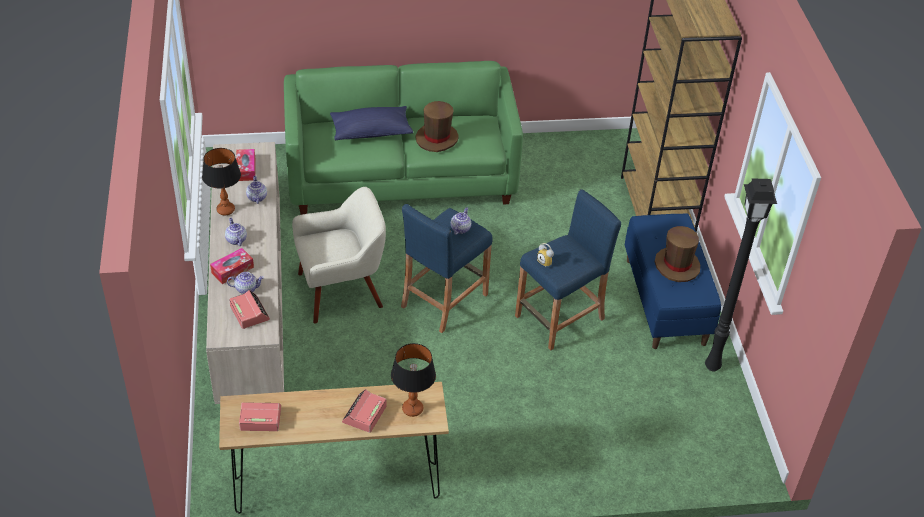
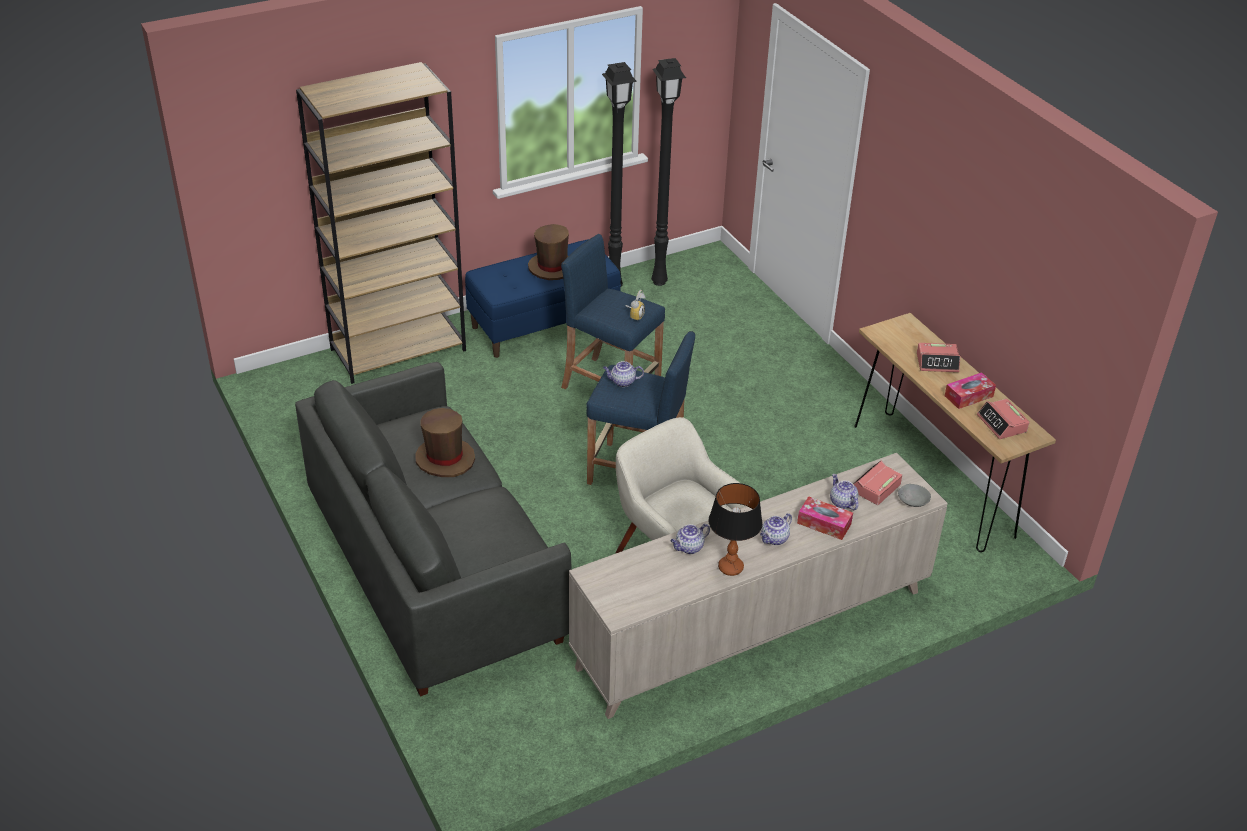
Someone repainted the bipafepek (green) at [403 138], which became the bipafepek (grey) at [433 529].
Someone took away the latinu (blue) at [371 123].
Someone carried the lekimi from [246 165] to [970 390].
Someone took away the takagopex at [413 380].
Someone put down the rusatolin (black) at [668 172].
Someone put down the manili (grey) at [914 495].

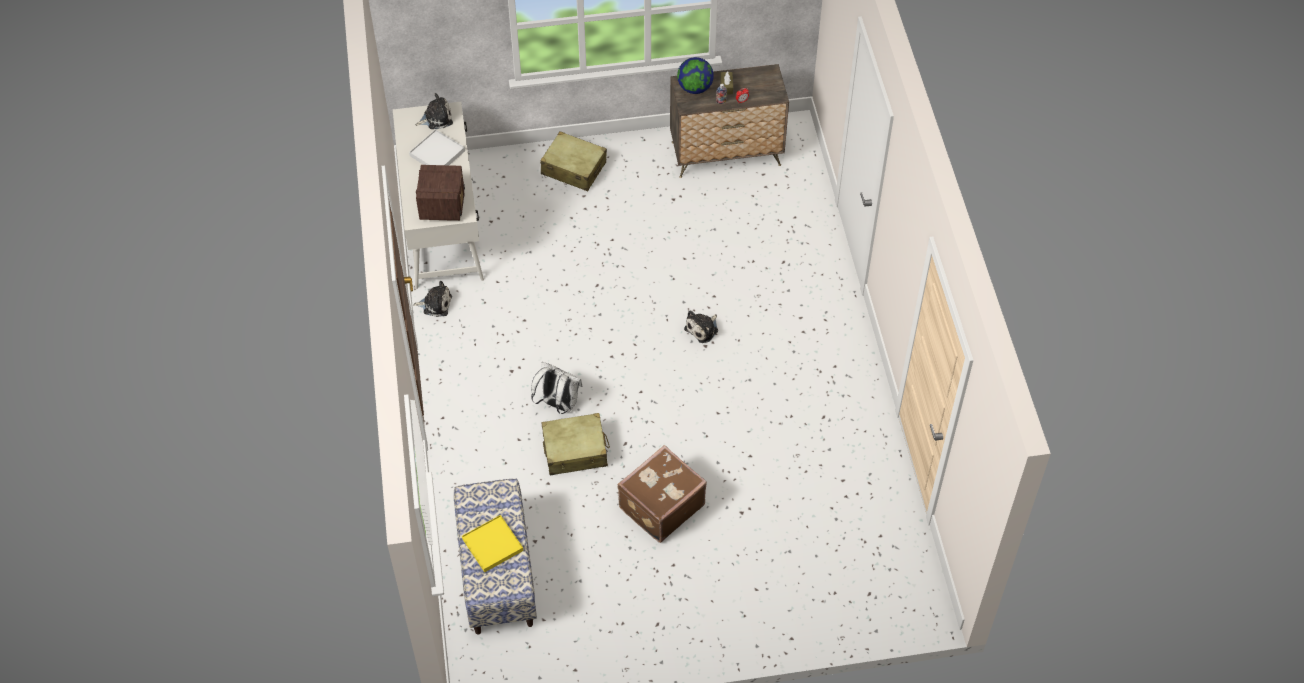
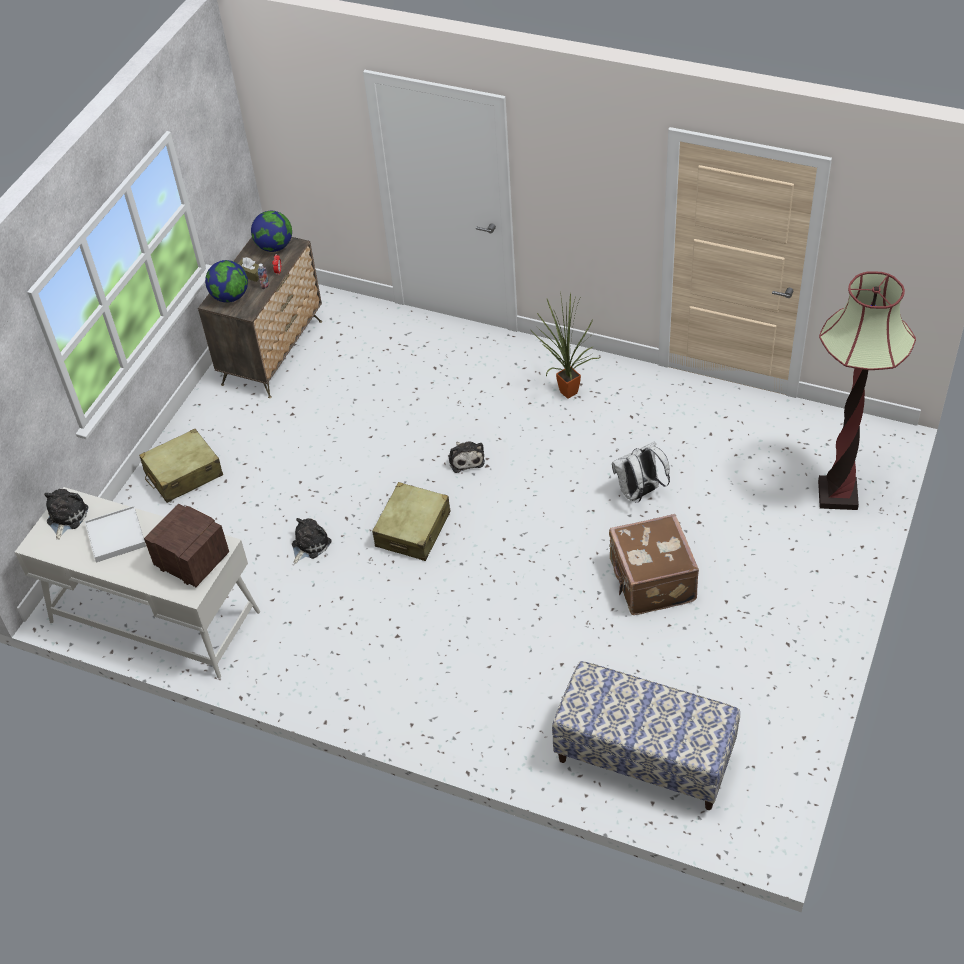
Someone carried the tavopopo from [432 299] to [312 541].
Someone carried the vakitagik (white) from [556 388] to [641 471].
Someone carried the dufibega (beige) from [575 444] to [411 521].
Someone took away the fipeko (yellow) at [492 543].
Someone put down the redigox at [271 231].
Someone put down the rusatolin at [867 390].
Someone put down the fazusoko at [565 345].

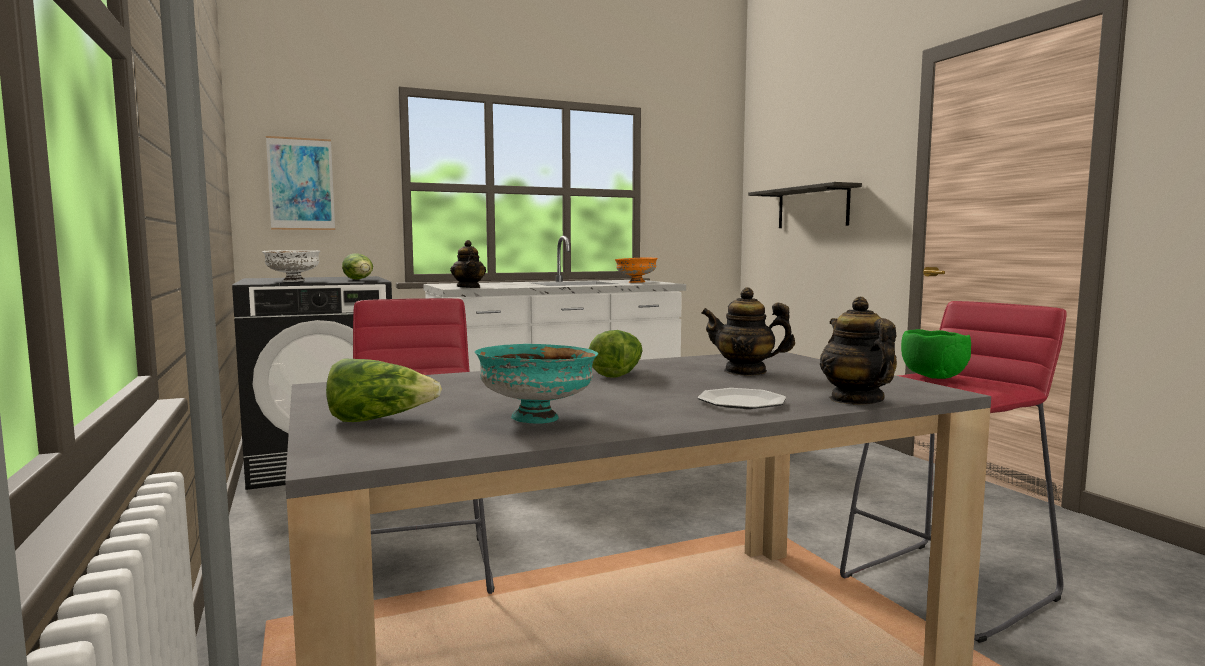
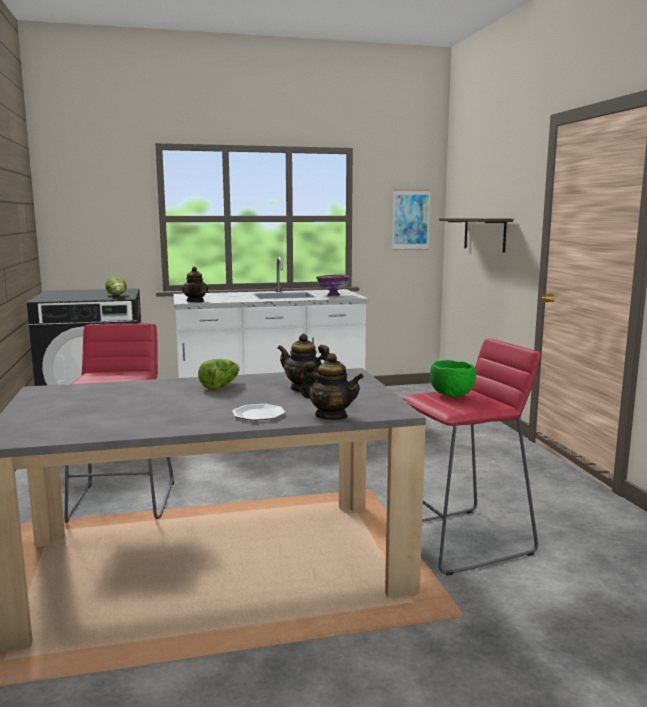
Someone carried the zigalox from [300 183] to [411 219].
Someone took away the manili (white) at [291 266].
Someone repainted the manili (orange) at [636 270], which became the manili (purple) at [333 285].
Someone rotated the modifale at [858 351] by 120 degrees clockwise.
Someone took away the manili (turquoise) at [536 384].
Someone took away the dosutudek at [384 390].

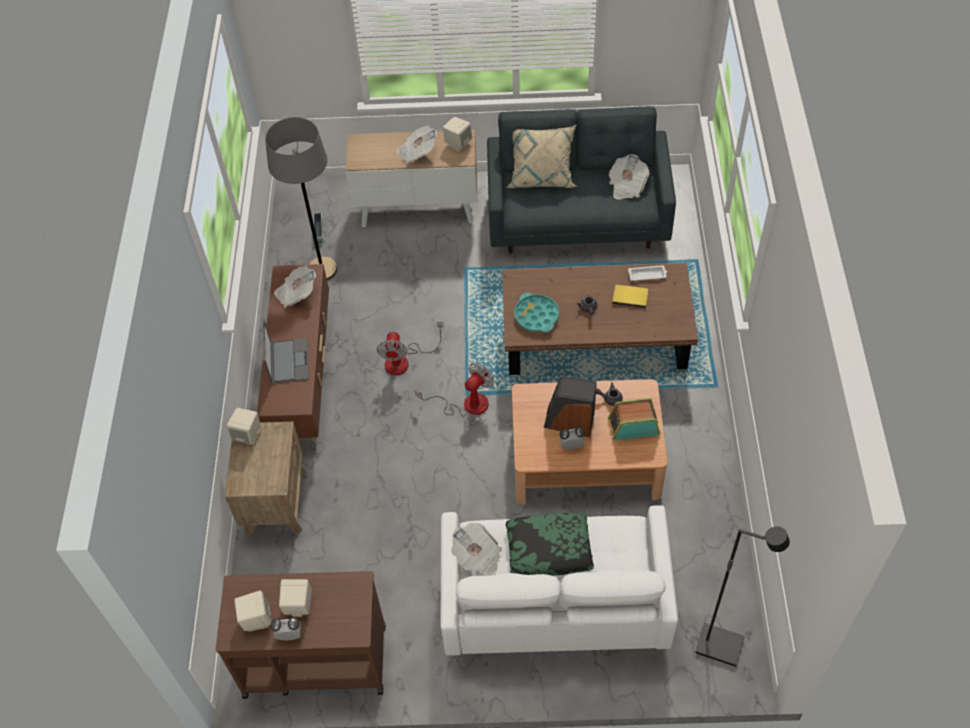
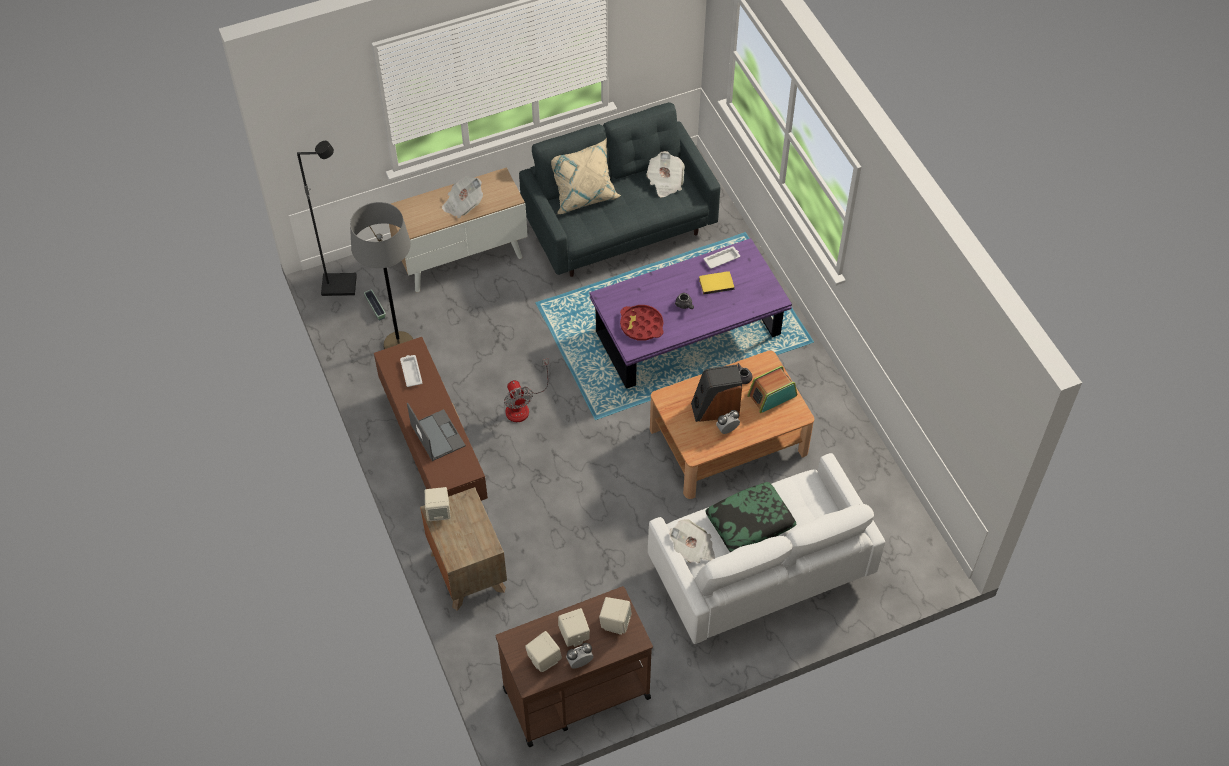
Someone carried the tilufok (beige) from [457 134] to [615 616].
Someone repainted the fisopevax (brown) at [600 319], which became the fisopevax (purple) at [691 313].
Someone swapped the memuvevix at [295 286] for the fipeko (white) at [411 371].
Someone repainted the fipeko (turquoise) at [536 312], which became the fipeko (red) at [642 322].
Someone took away the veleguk at [454 390].
Someone carried the rusatolin (black) from [742 596] to [327 218].

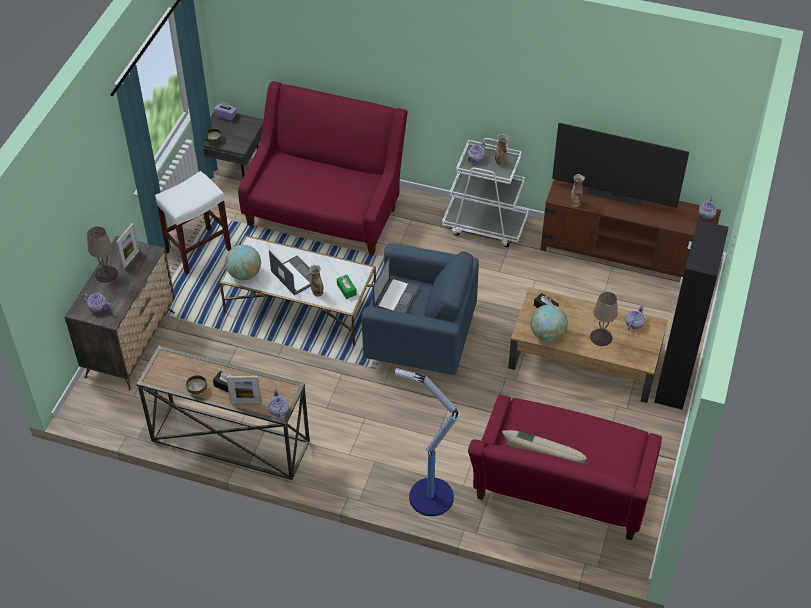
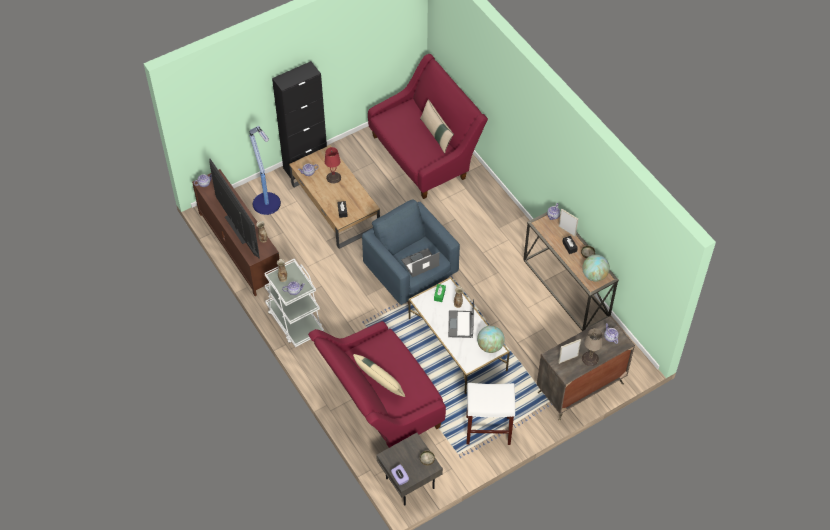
Someone repainted the takagopex (beige) at [603 319], which became the takagopex (red) at [333 165].
Someone carried the redigox from [549 323] to [596 268].
Someone carried the rusatolin from [426 442] to [265 170].
Someone put down the latinu (beige) at [379 375].

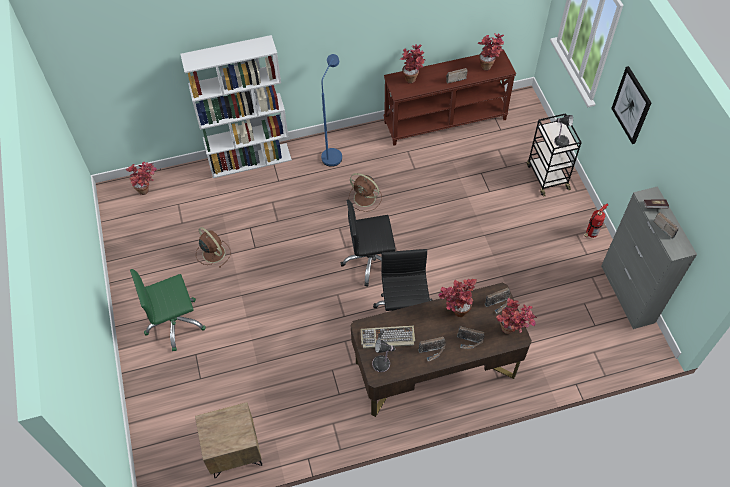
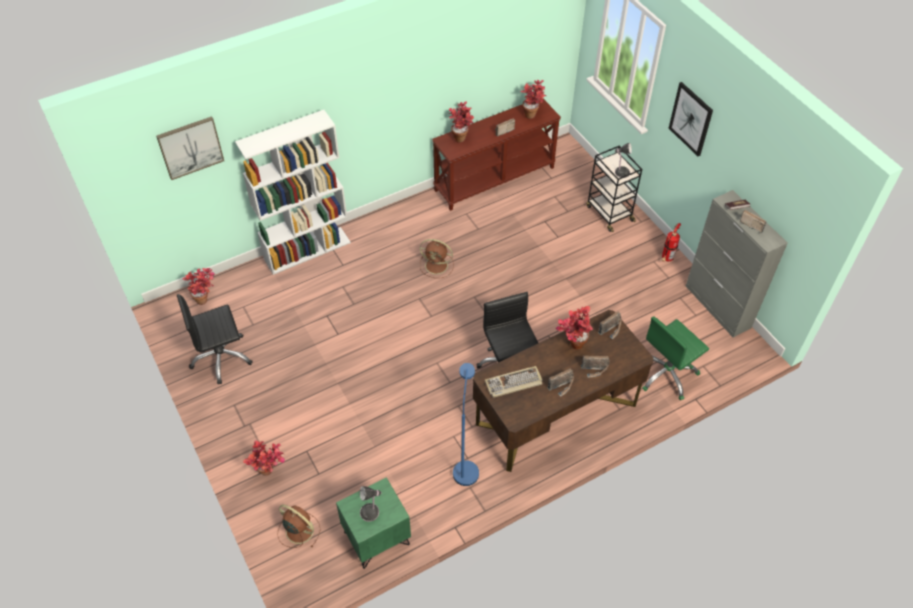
Someone carried the rusatolin (blue) from [331 110] to [466 424].
Someone carried the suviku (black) from [368 243] to [215 339].
Someone carried the veleguk (brown) from [213 247] to [299 526].
Someone carried the suviku (green) from [168 310] to [675 358].
Someone carried the fazusoko from [516 316] to [264 458].
Someone carried the takagopex from [383 355] to [371 504].
Someone repainted the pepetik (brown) at [228 440], which became the pepetik (green) at [373 523].
Someone put up the zigalox at [190 148].

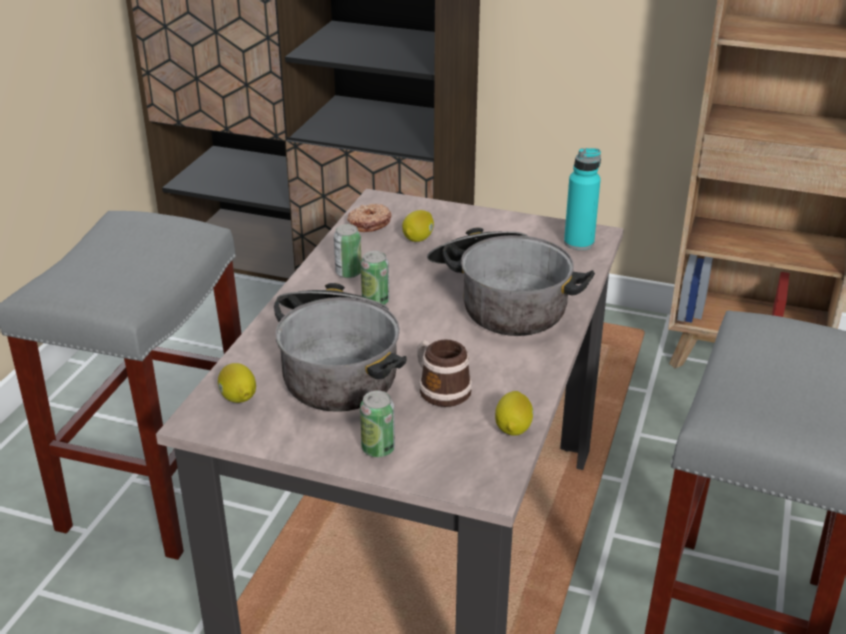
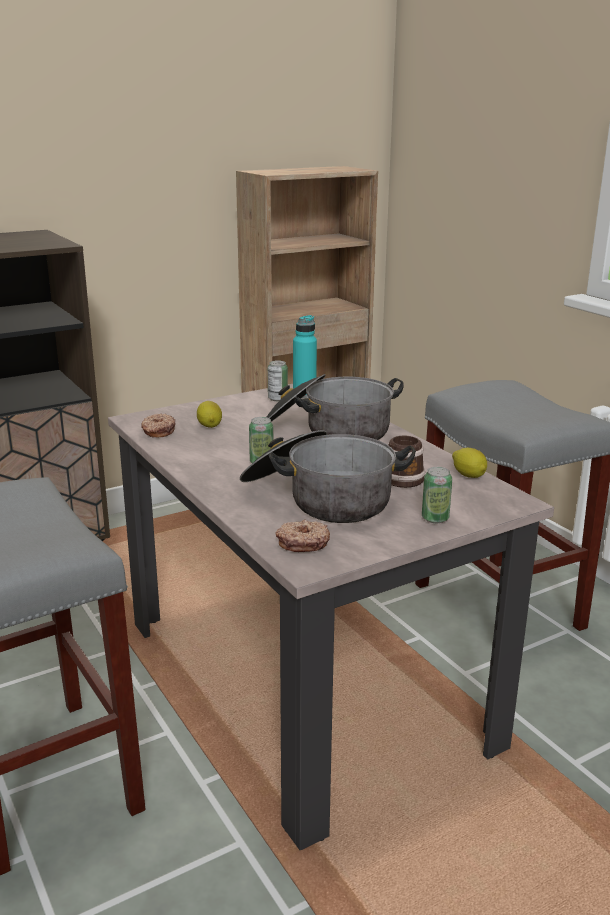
Someone carried the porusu from [347 251] to [278 380].
Someone swapped the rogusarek at [237 383] for the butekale at [302 535].

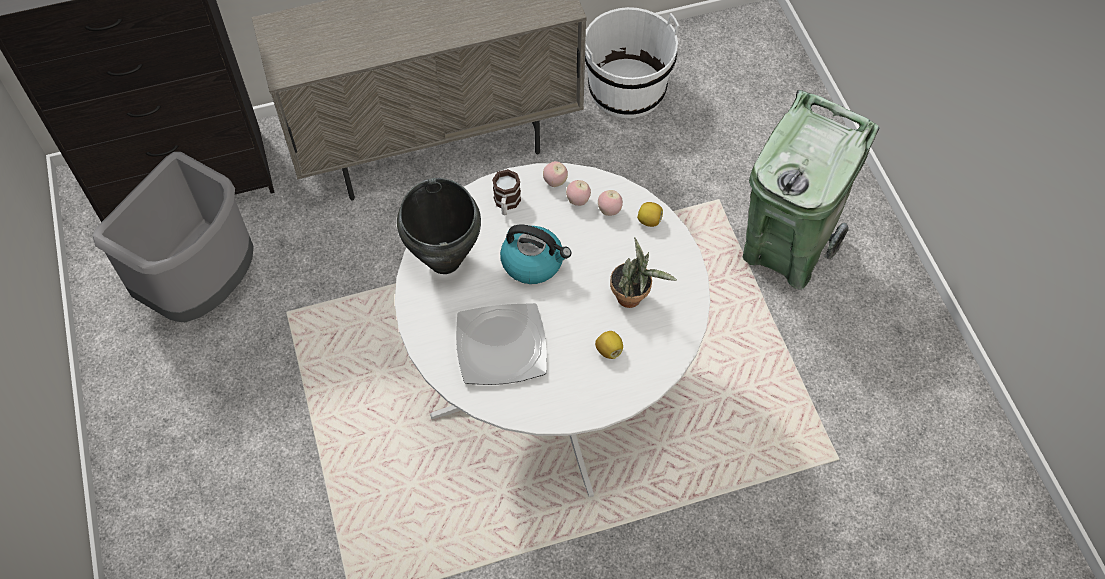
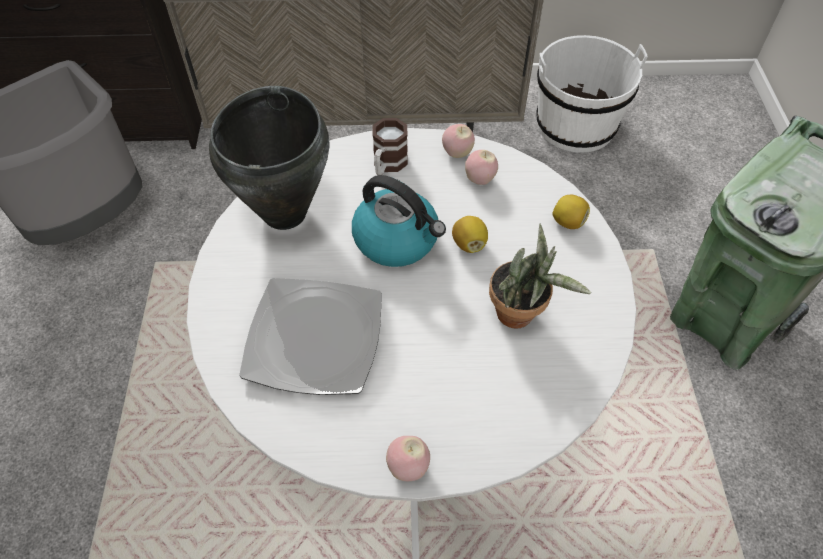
Someone carried the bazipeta from [610 203] to [408 458].
Someone carried the rogusarek from [609 345] to [470 234].

